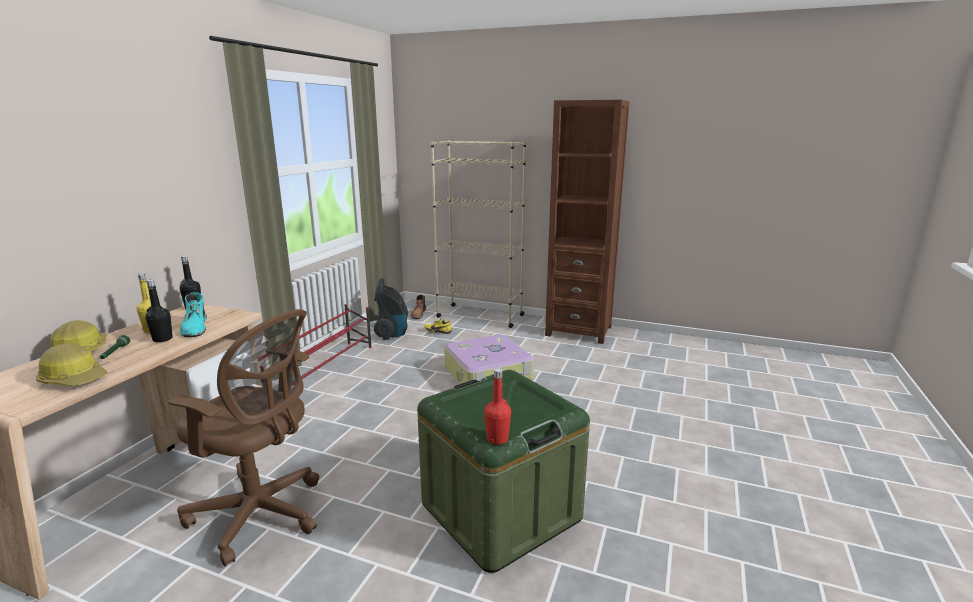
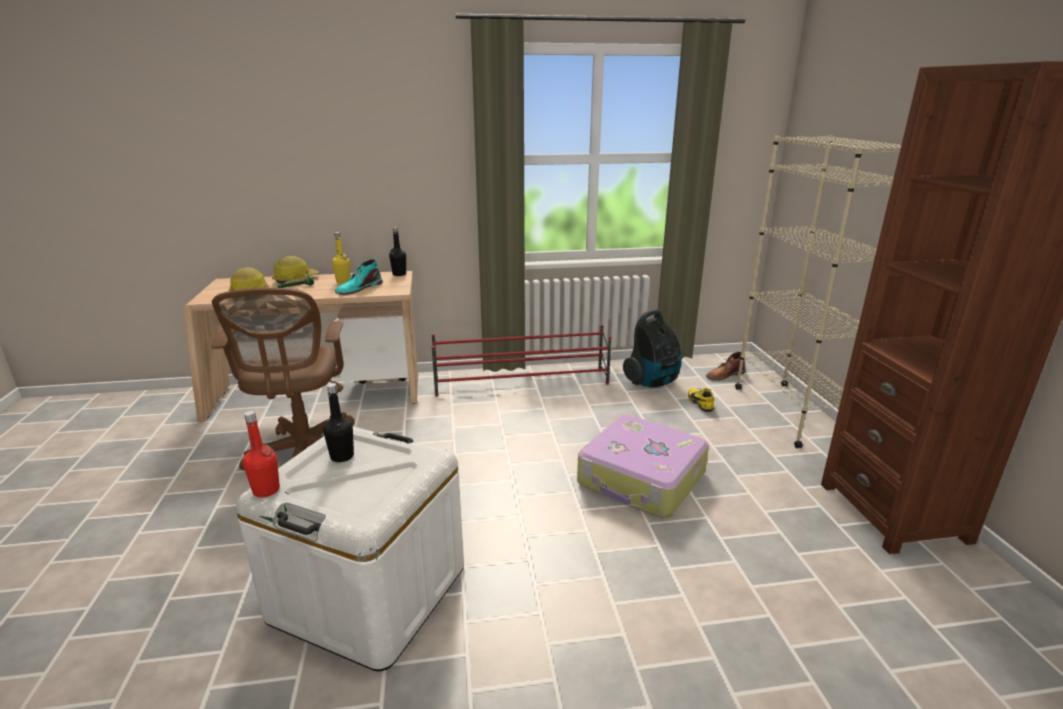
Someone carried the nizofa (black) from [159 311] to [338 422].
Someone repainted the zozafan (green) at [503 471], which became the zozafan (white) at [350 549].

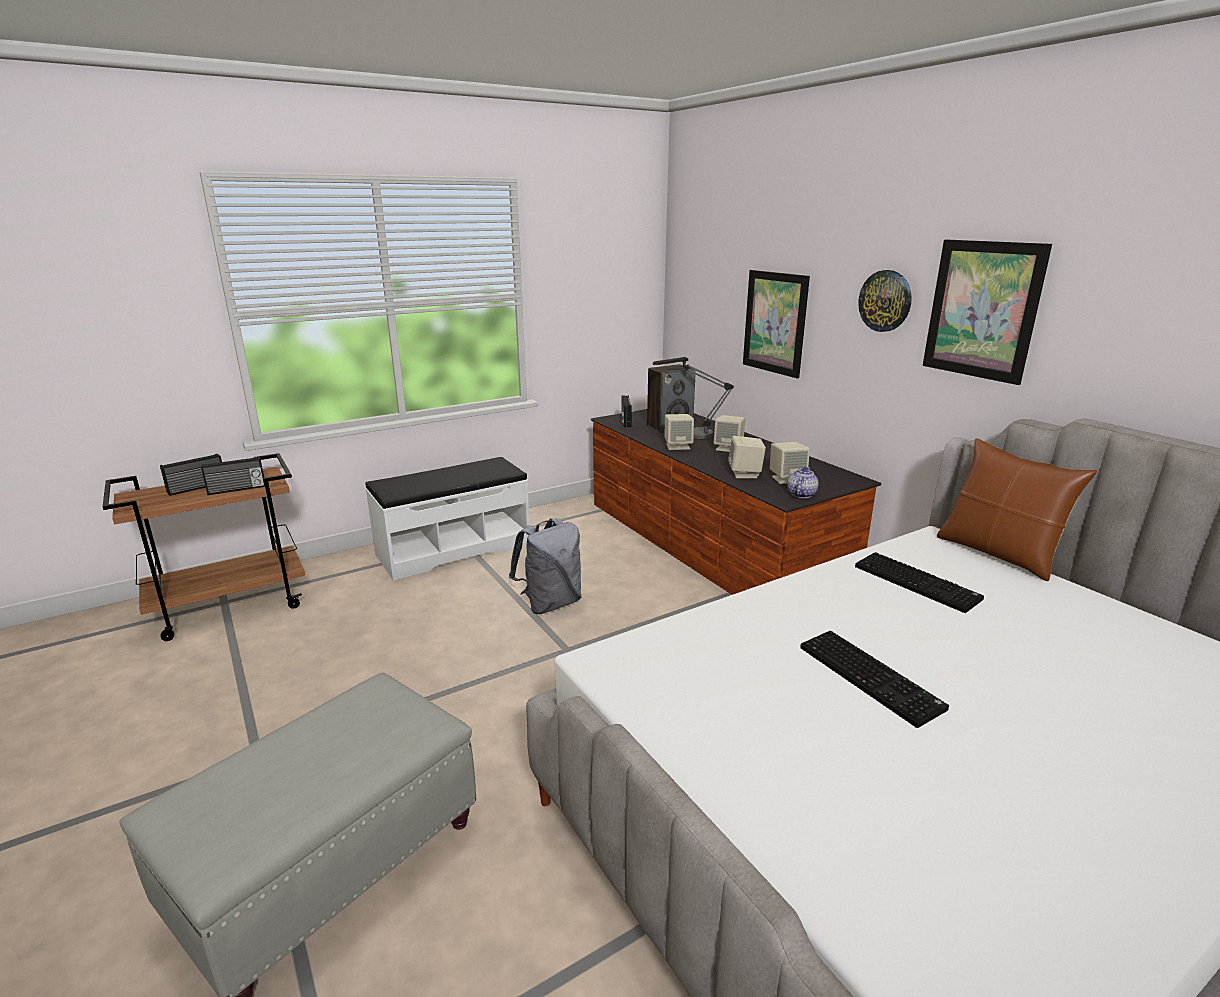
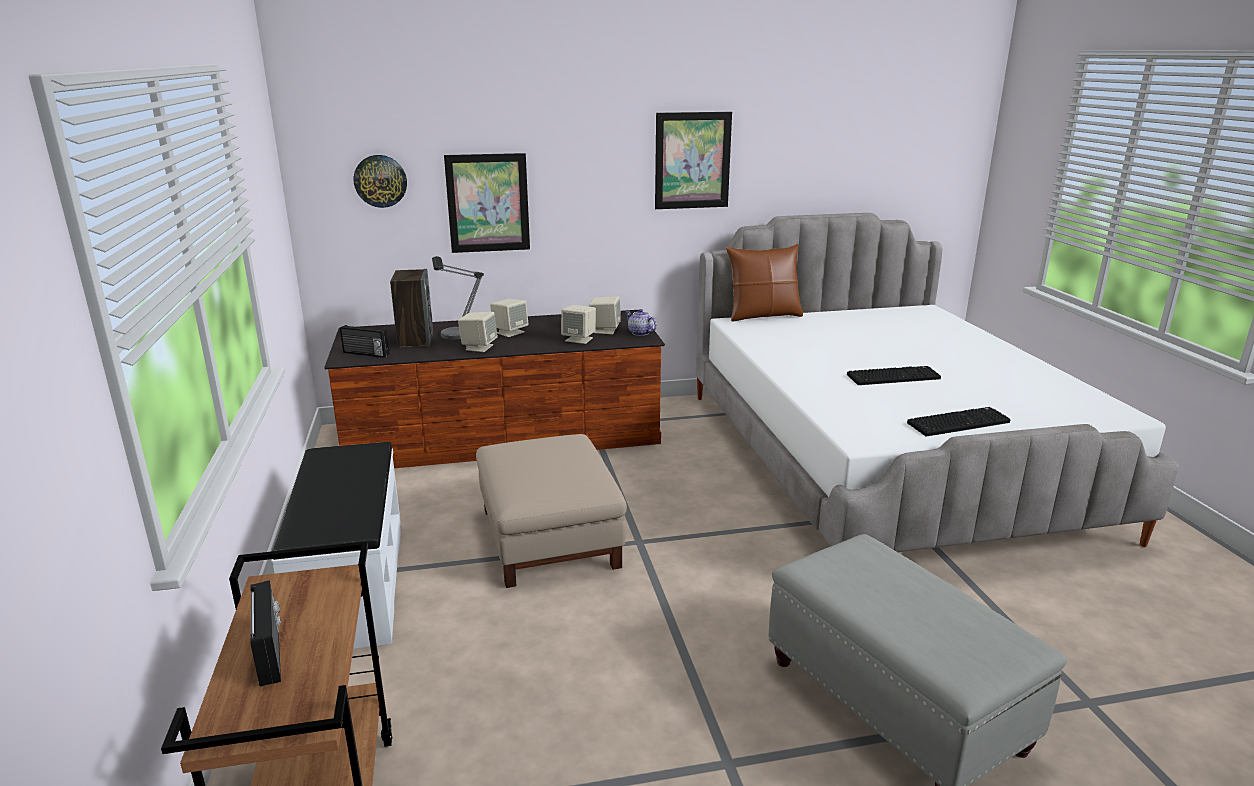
Someone carried the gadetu from [885 301] to [380 181].
Someone took away the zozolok at [233 475].
Someone swapped the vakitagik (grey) at [545 566] for the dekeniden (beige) at [551 511].
Someone carried the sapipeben from [919 582] to [959 422].

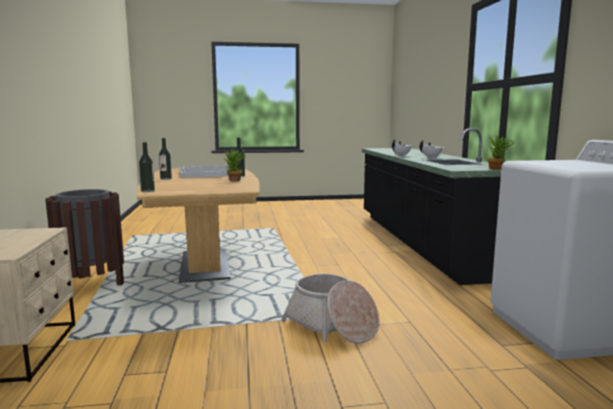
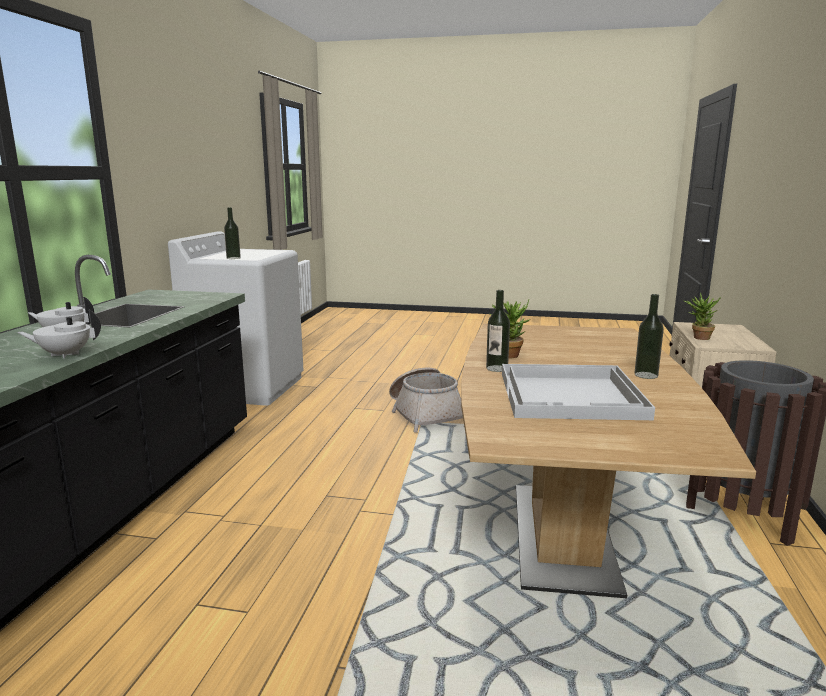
Someone carried the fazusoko from [501 152] to [702 316].
Someone carried the nizofa from [147 167] to [232 233].

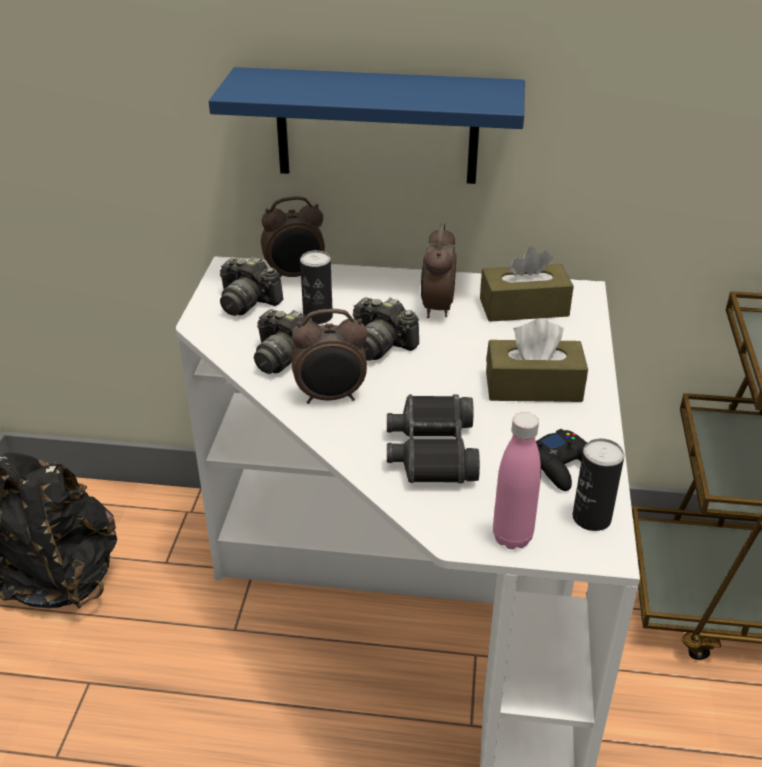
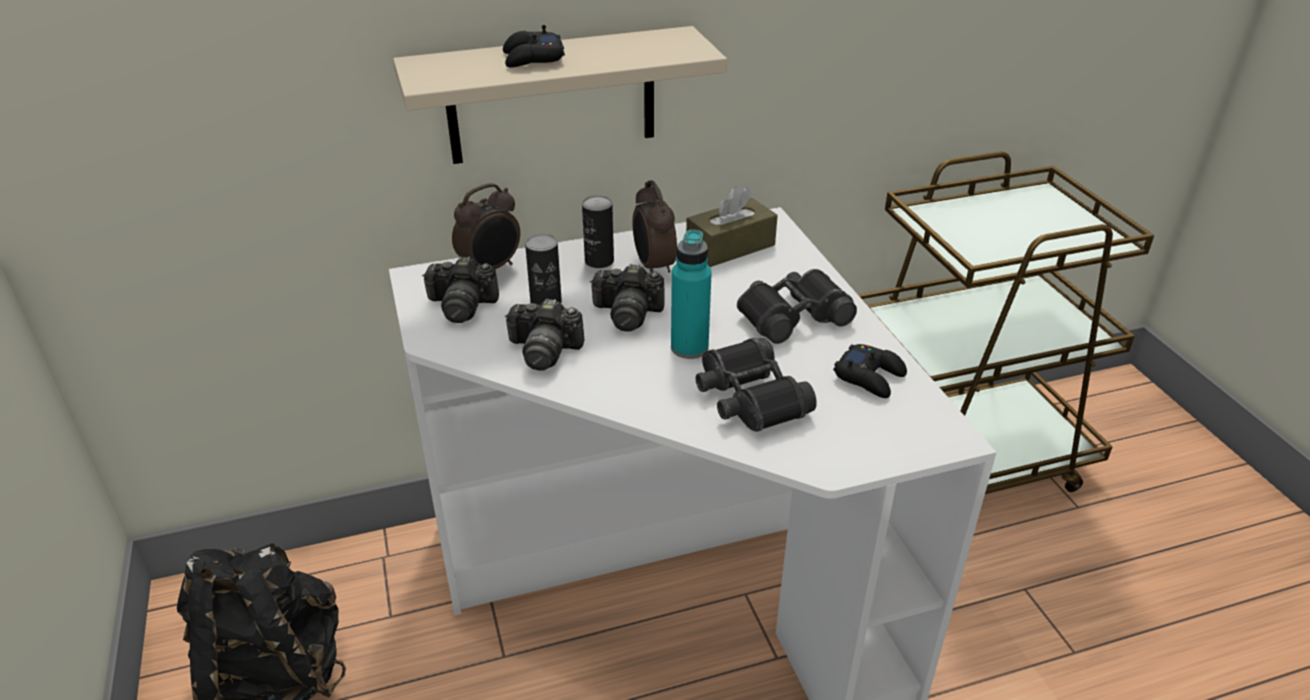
Someone repainted the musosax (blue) at [367 125], which became the musosax (beige) at [560 95].
Someone took away the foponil at [329 356].
Someone swapped the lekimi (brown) at [537 360] for the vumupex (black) at [797 306].
Someone took away the nizofa (pink) at [517 480].
Someone carried the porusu from [598 484] to [598 231].
Someone put down the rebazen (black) at [534 46].
Someone put down the nizofa (turquoise) at [691 294].

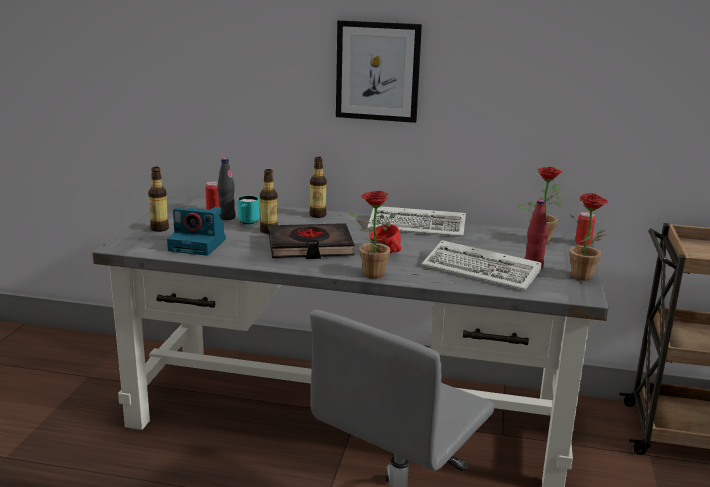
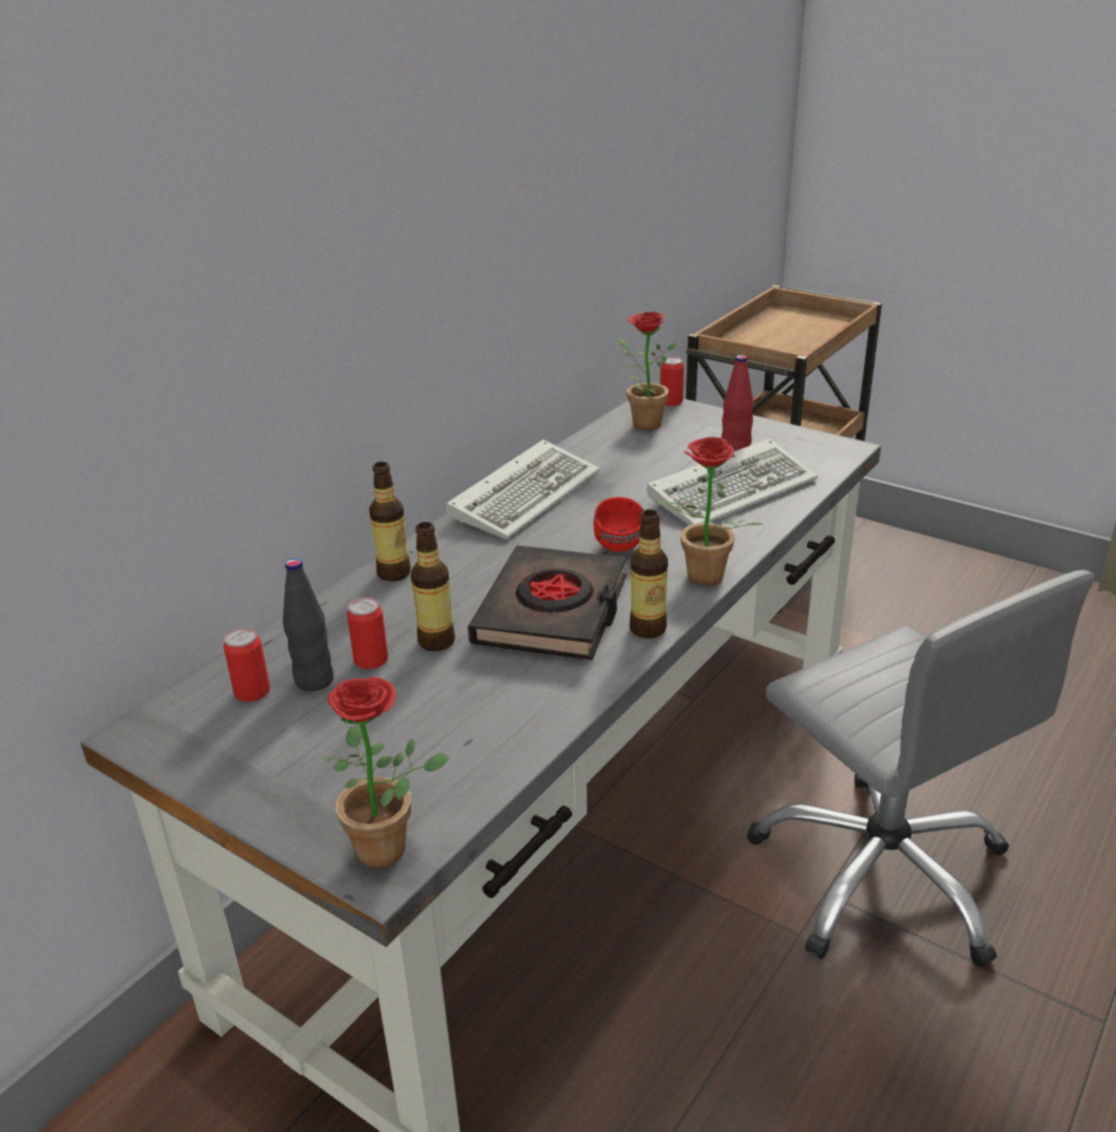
Someone took away the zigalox at [379 71].
Someone carried the nizofa from [158 199] to [649 574].
Someone carried the fazusoko from [588 237] to [384 772].
Someone swapped the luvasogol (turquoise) at [248 210] for the porusu at [367 633].
Someone took away the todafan at [196 231].

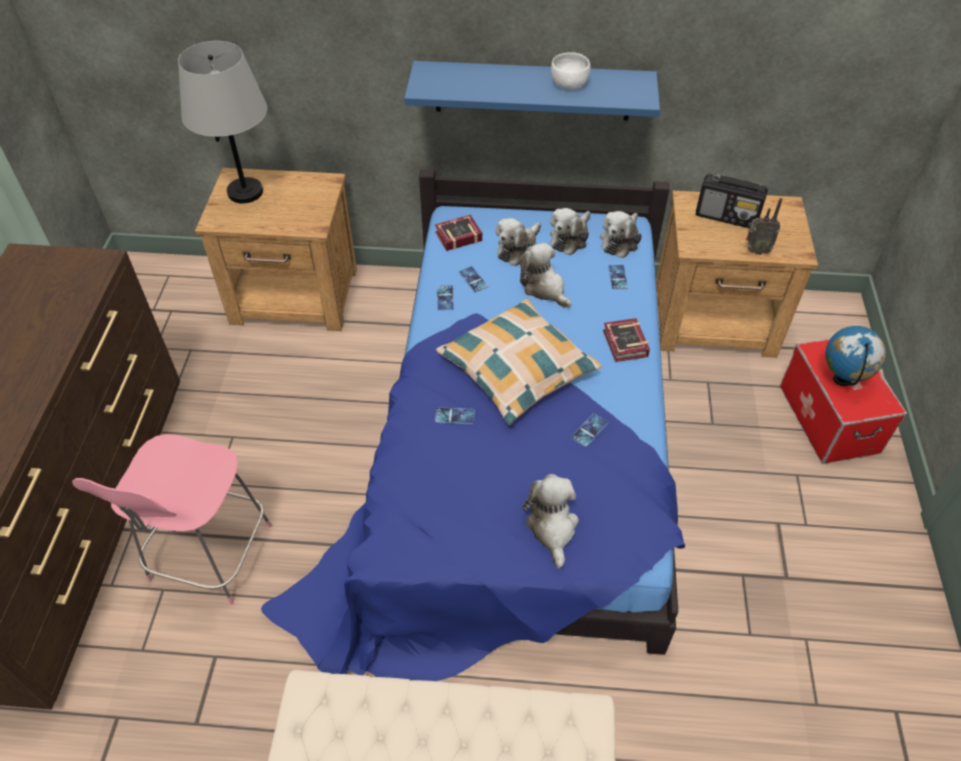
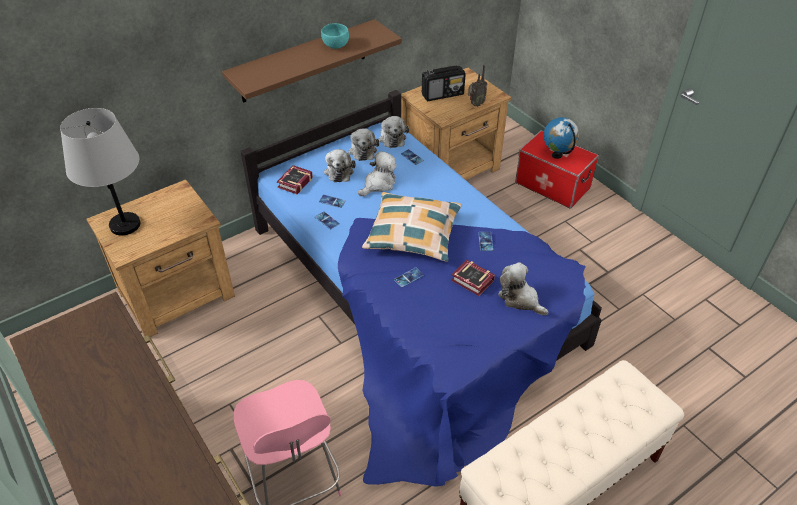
Someone repainted the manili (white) at [570 70], which became the manili (turquoise) at [335 36].
Someone repainted the musosax (blue) at [532 91], which became the musosax (brown) at [312 61].
Someone rotated the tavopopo at [545 275] by 120 degrees clockwise.
Someone carried the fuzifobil from [626 340] to [473 278].

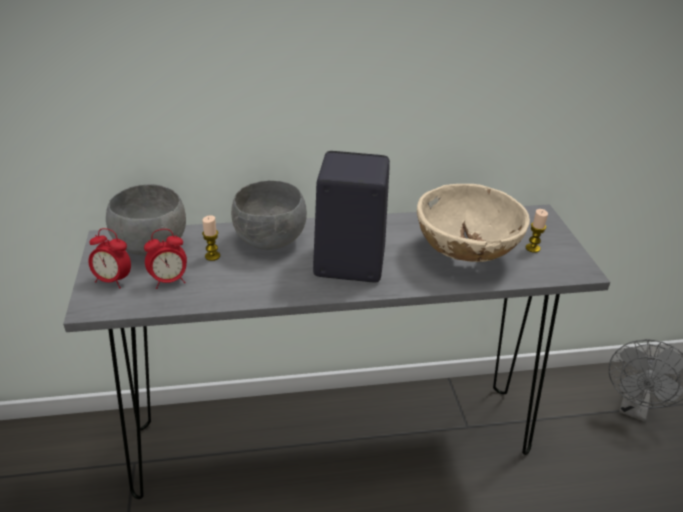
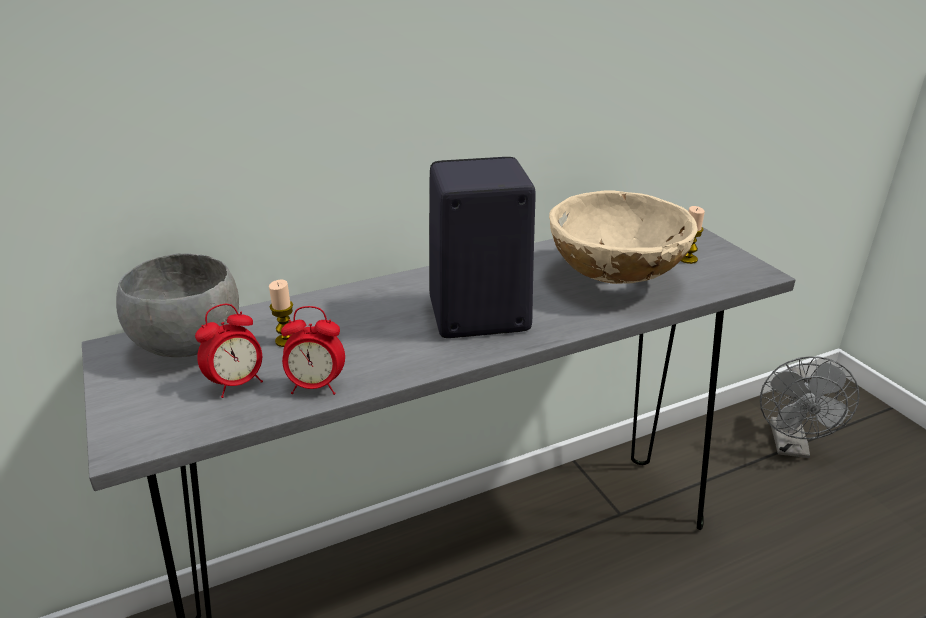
Someone took away the manili (grey) at [269 215].
Someone carried the foponil from [109 258] to [313 350].

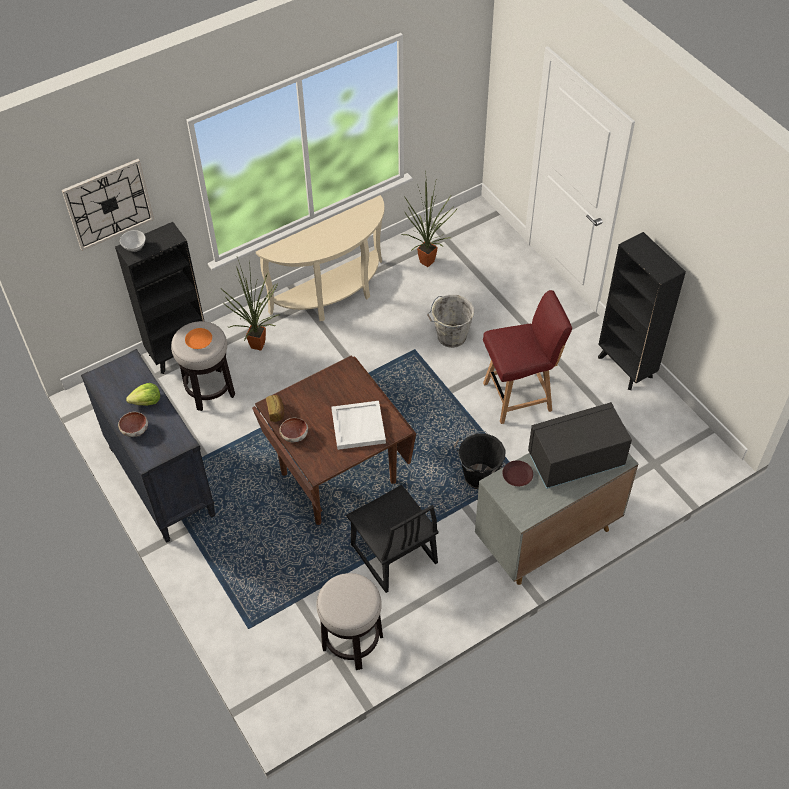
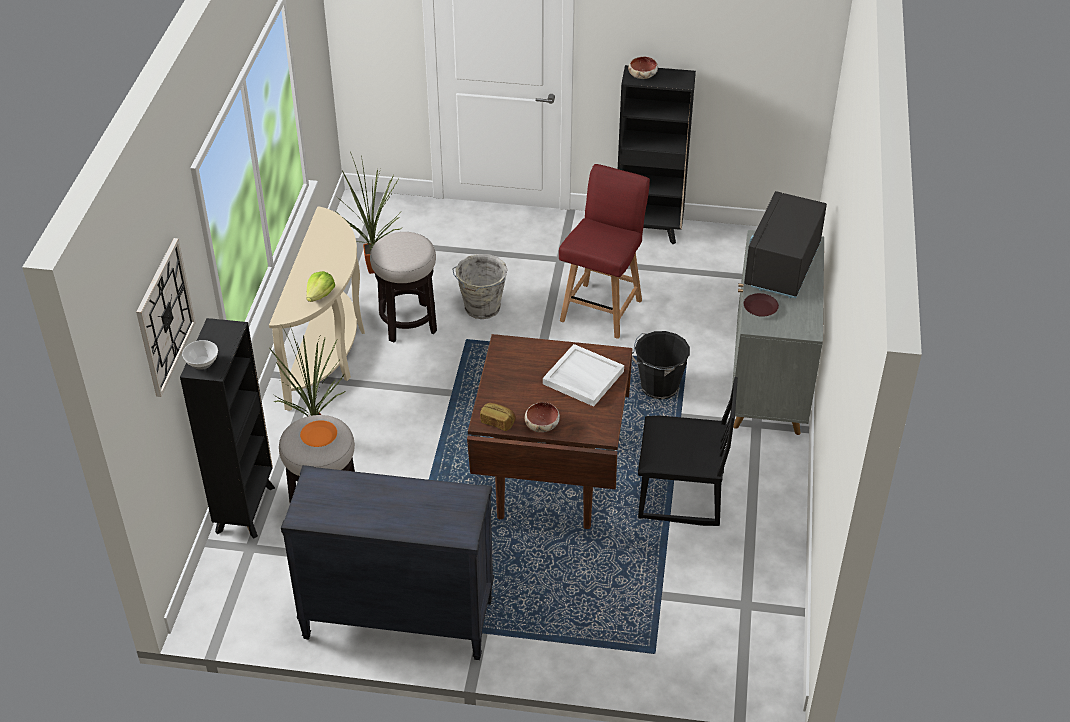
Someone carried the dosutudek from [143 394] to [320 286].
Someone carried the manili from [133 424] to [643 68].
Someone carried the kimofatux from [349 621] to [403 287].

